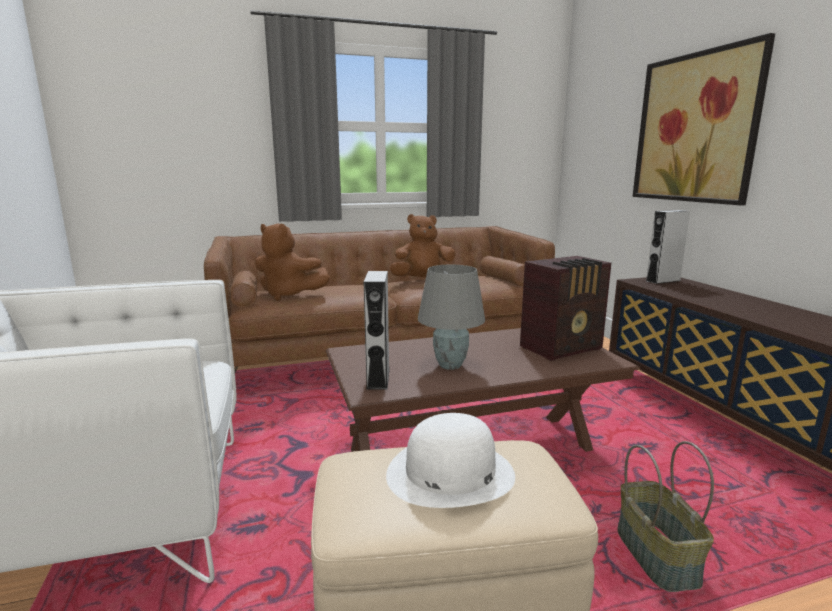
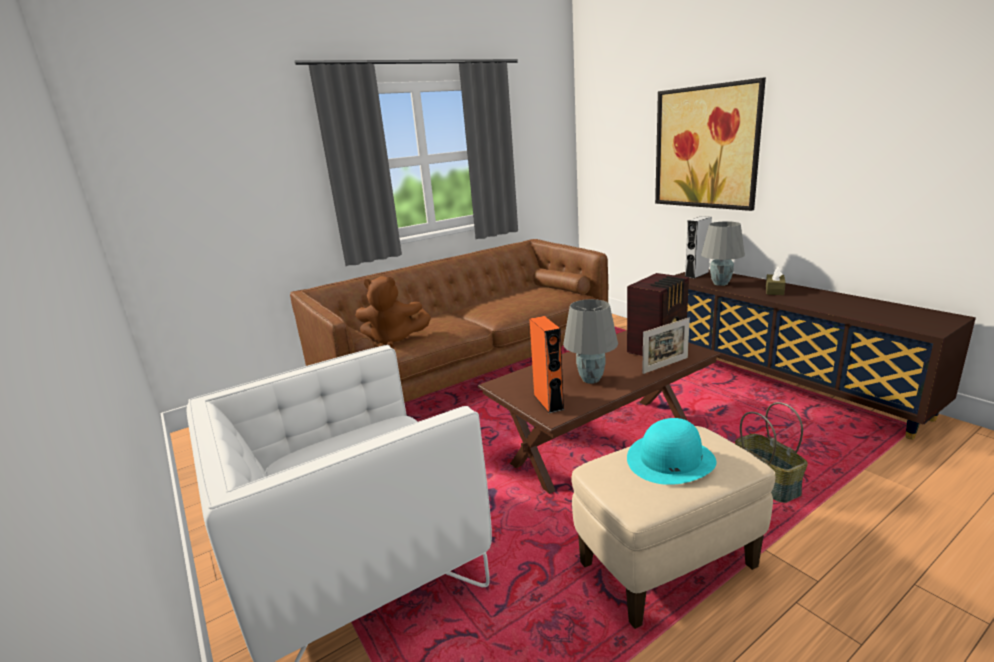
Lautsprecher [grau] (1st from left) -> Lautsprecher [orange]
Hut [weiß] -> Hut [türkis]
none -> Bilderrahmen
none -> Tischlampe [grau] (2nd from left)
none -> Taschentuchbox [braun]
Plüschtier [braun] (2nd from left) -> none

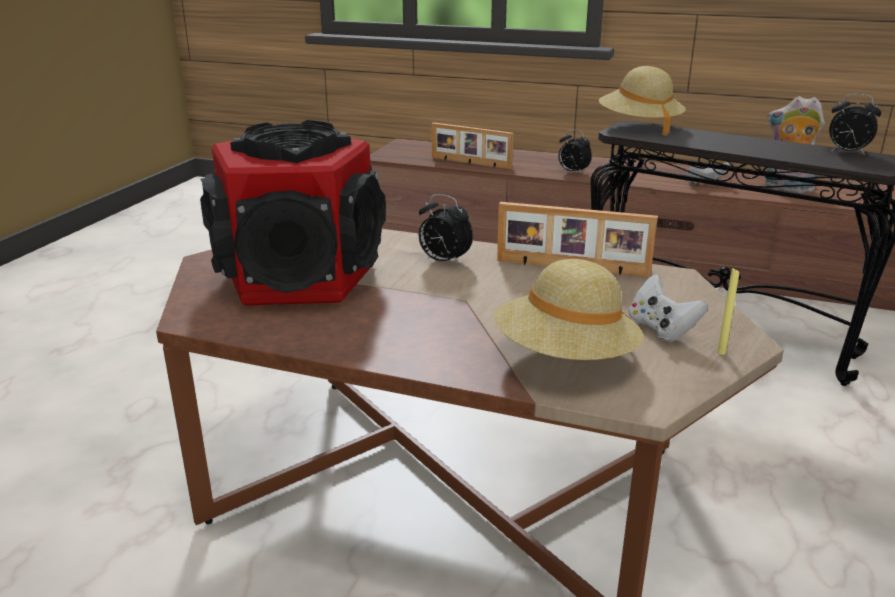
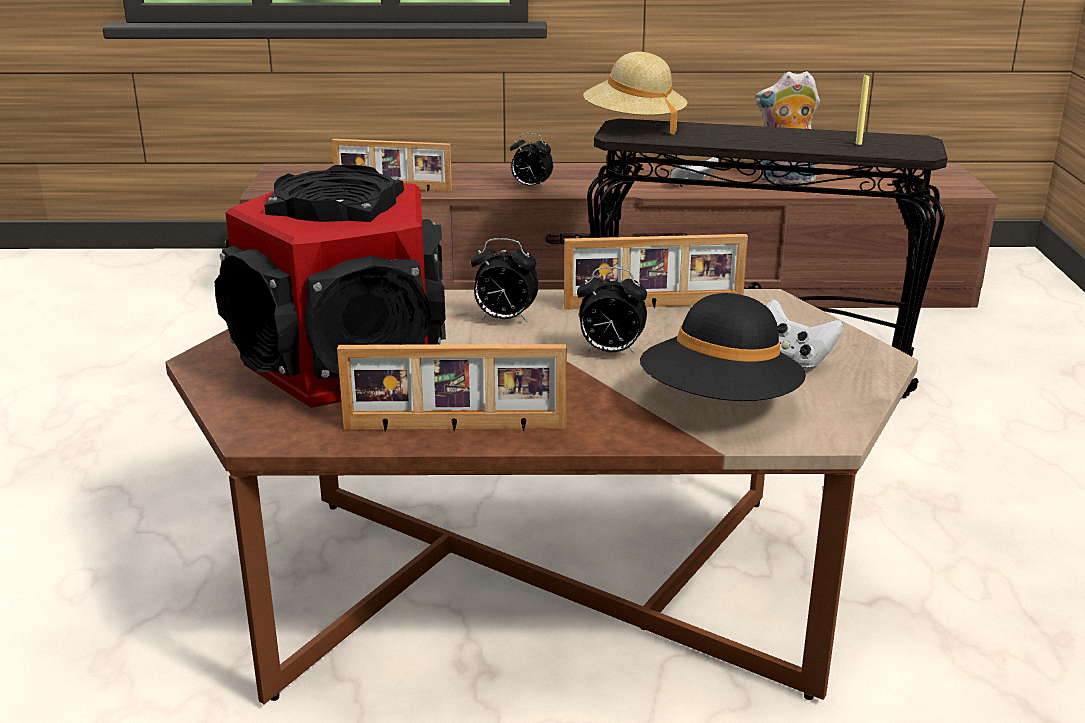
none -> Bilderrahmen (2nd from left)
Wecker (3rd from left), move
Hut [beige] (1st from left) -> Hut [schwarz]
Kerze [gelb], move

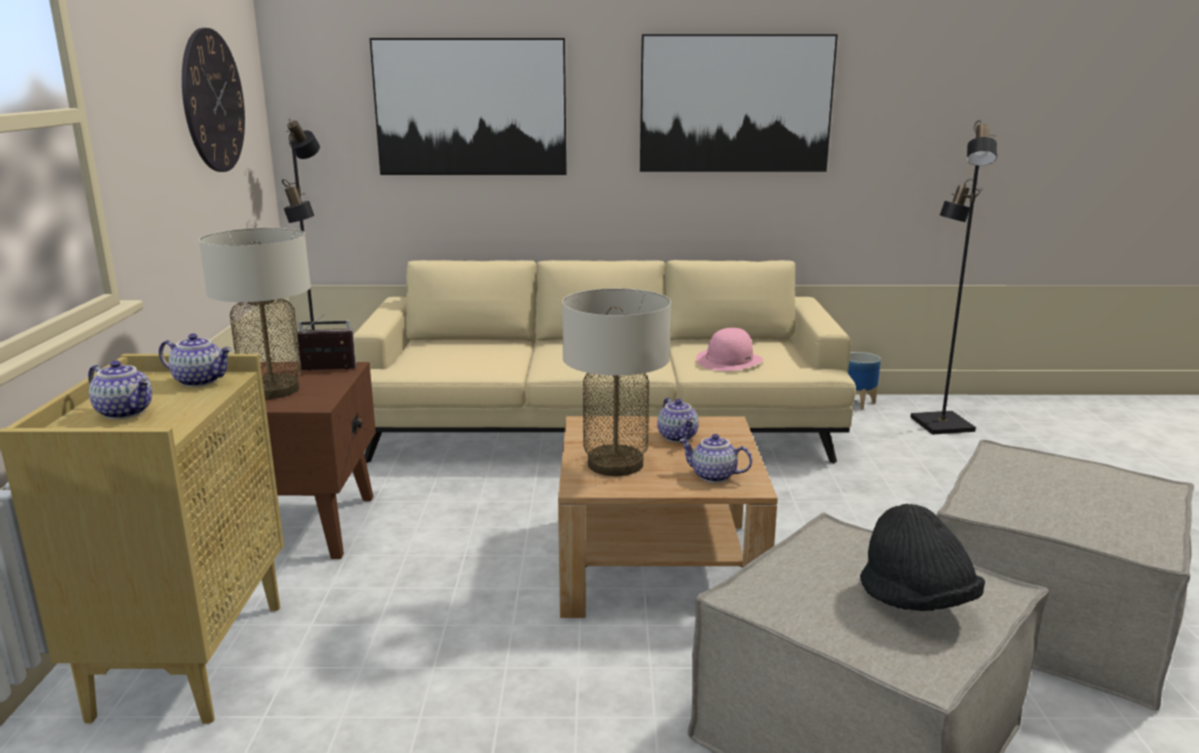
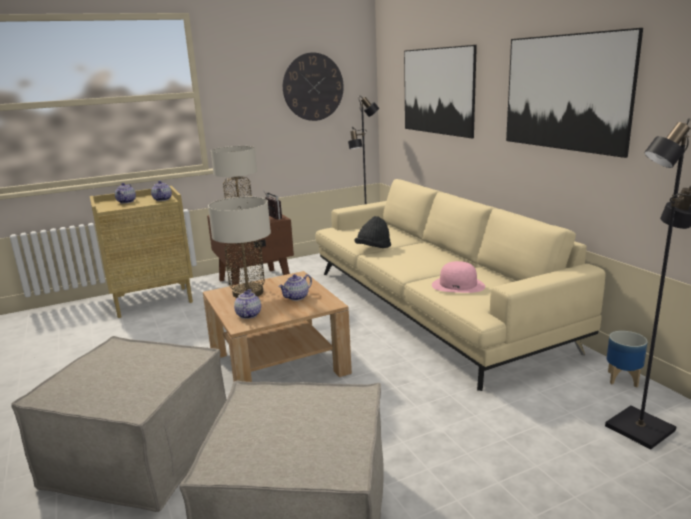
Hut [schwarz], move

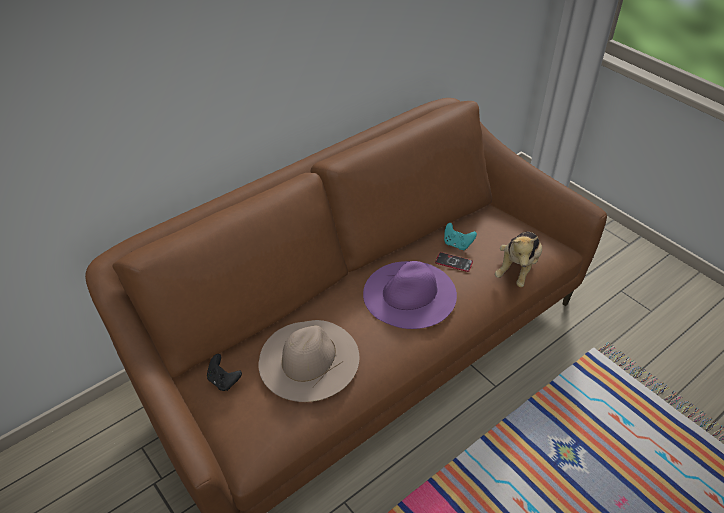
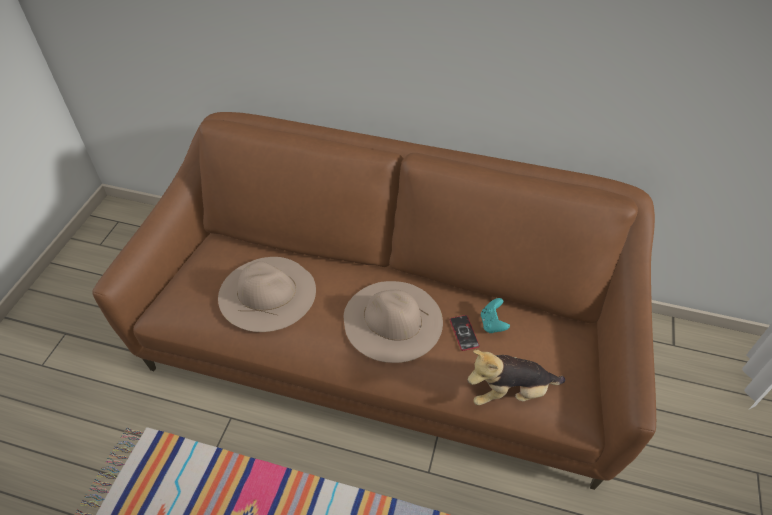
Hut [lila] -> Hut [beige] (2nd from left)
Gamepad [schwarz] -> none

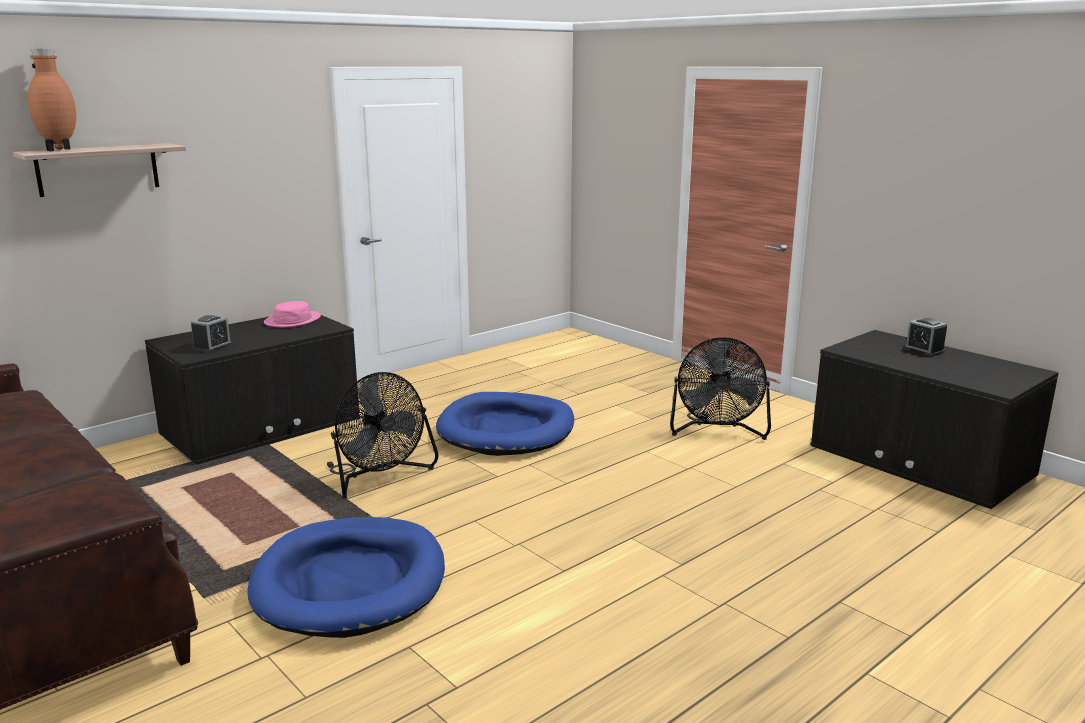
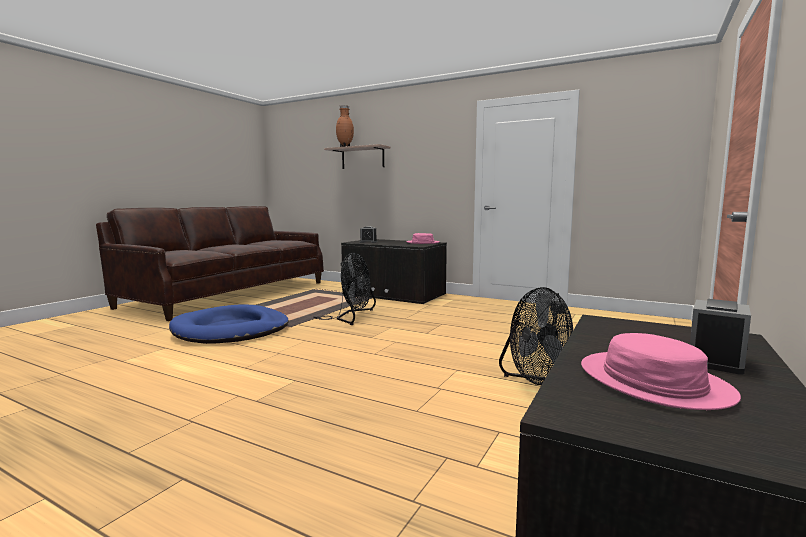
Ventilator [schwarz] (1st from left), 105 degrees counterclockwise
none -> Hut [rosa] (2nd from left)
Hundebett [blau] (2nd from left) -> none

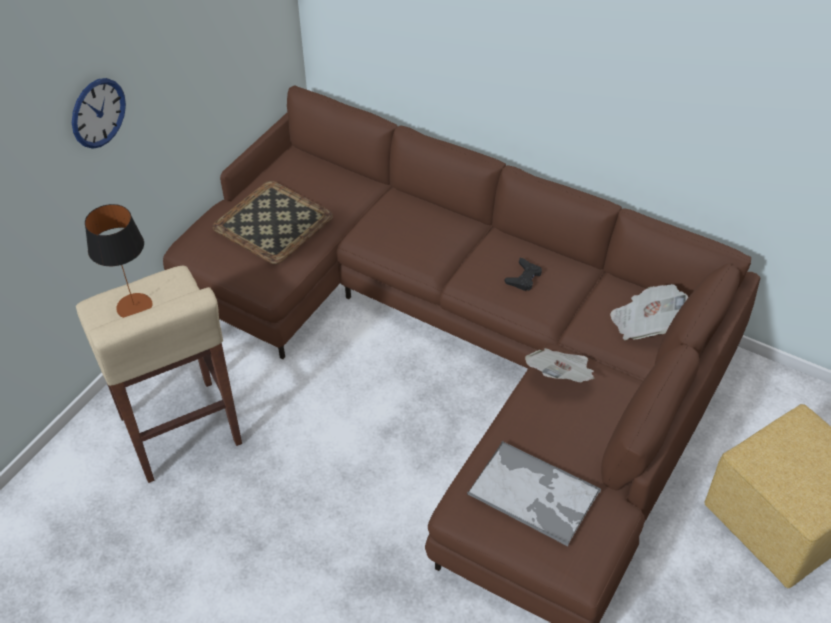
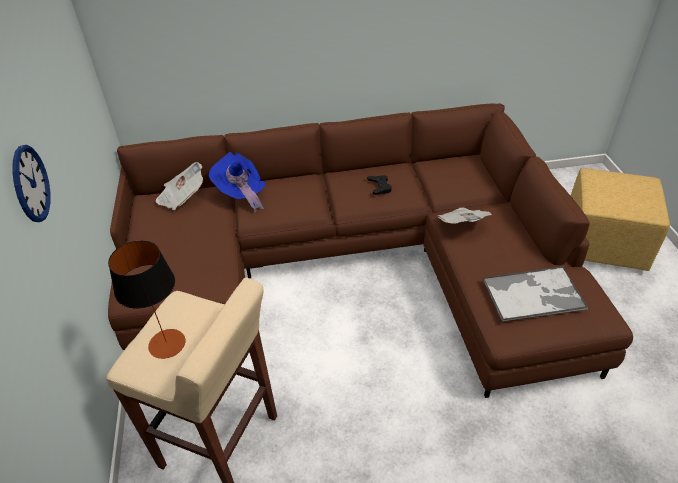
Zeitung (2nd from left in the first image) -> Zeitung (1st from left), move
none -> Hut [blau]
Tablett (1st from left) -> none

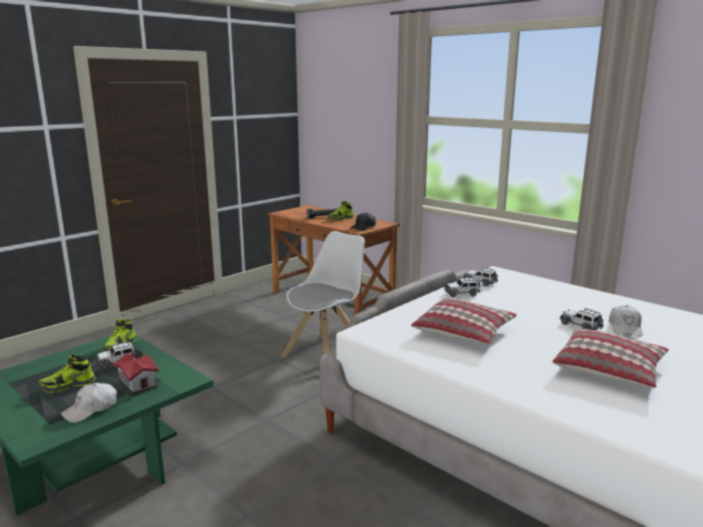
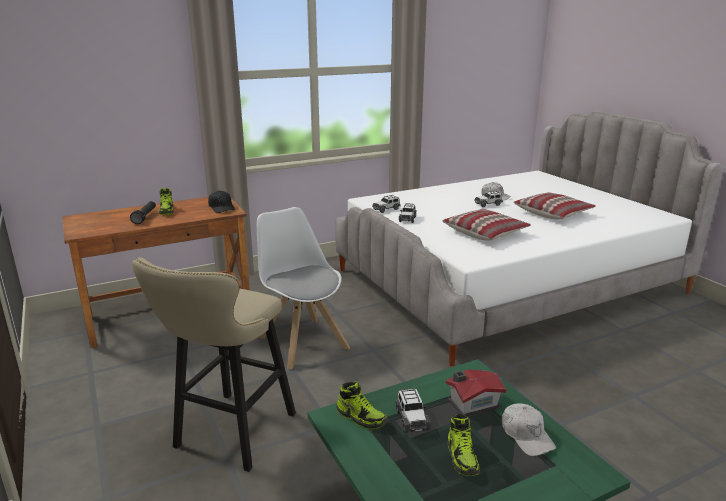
none -> Hocker [beige]

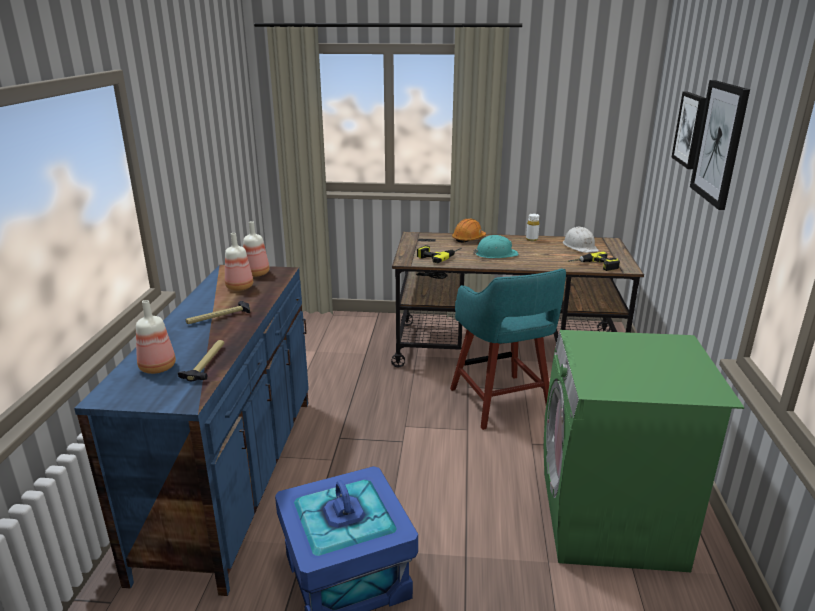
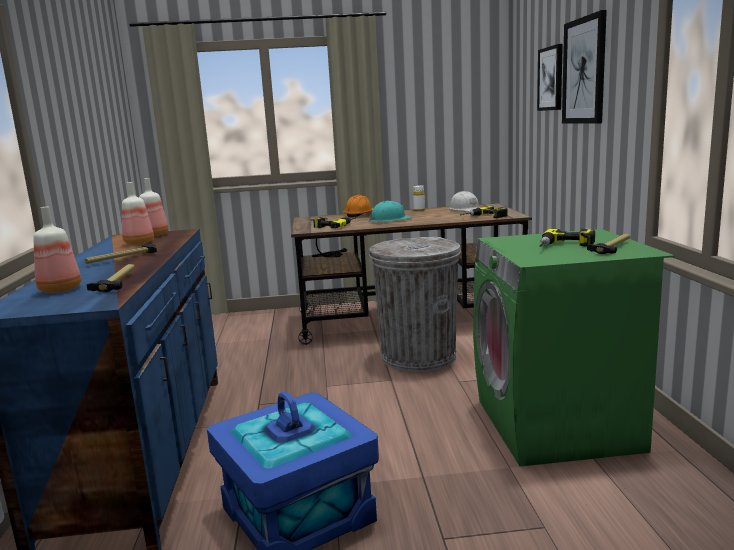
Hocker [türkis] -> Mülleimer [grau]
none -> Bohrmaschine (3rd from left)
none -> Hammer (3rd from left)

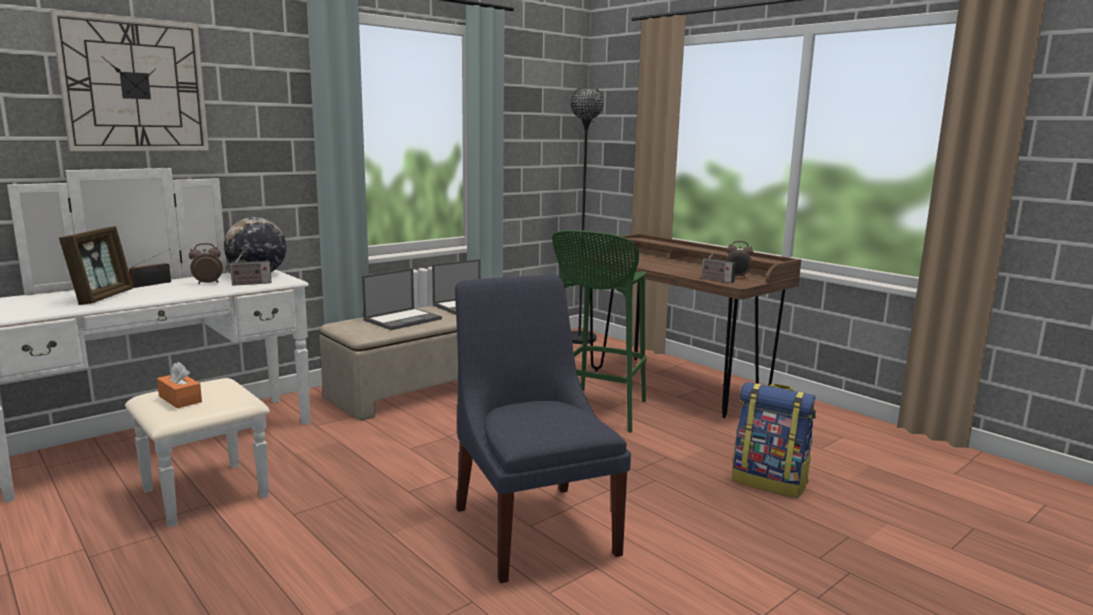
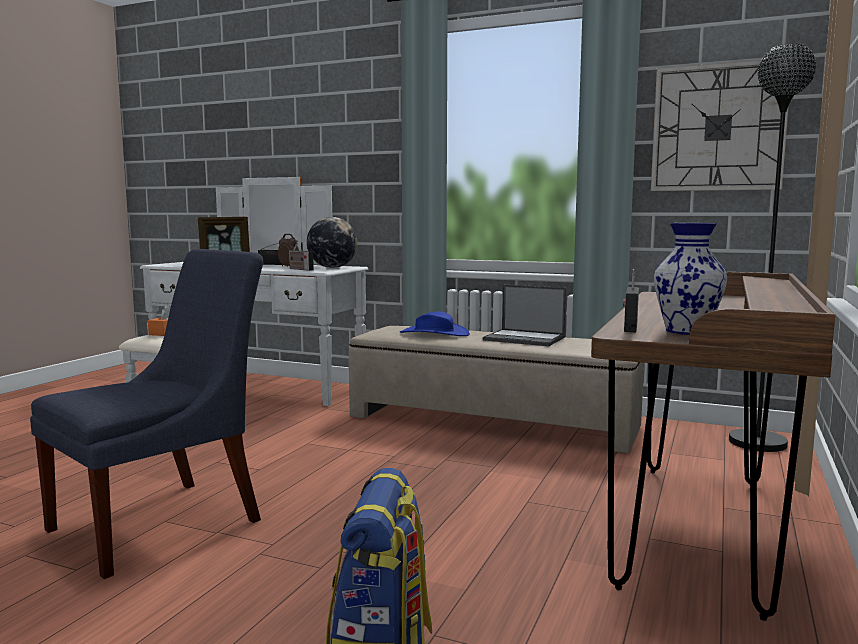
Laptop (1st from left) -> Hut [blau]
Wanduhr, move
Wecker (2nd from left) -> Vase
Hocker [grün] -> none

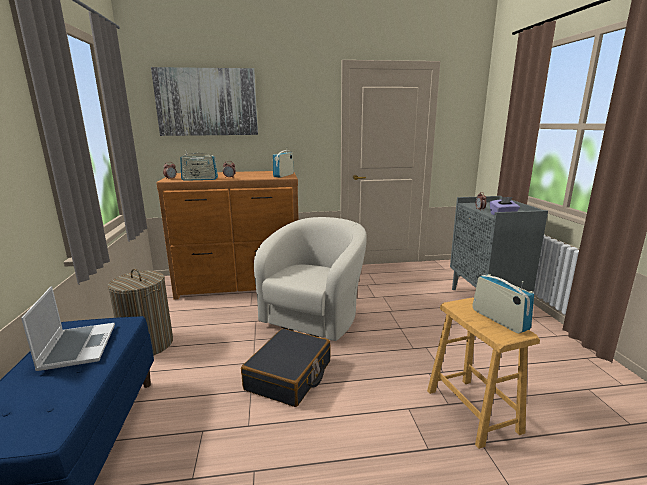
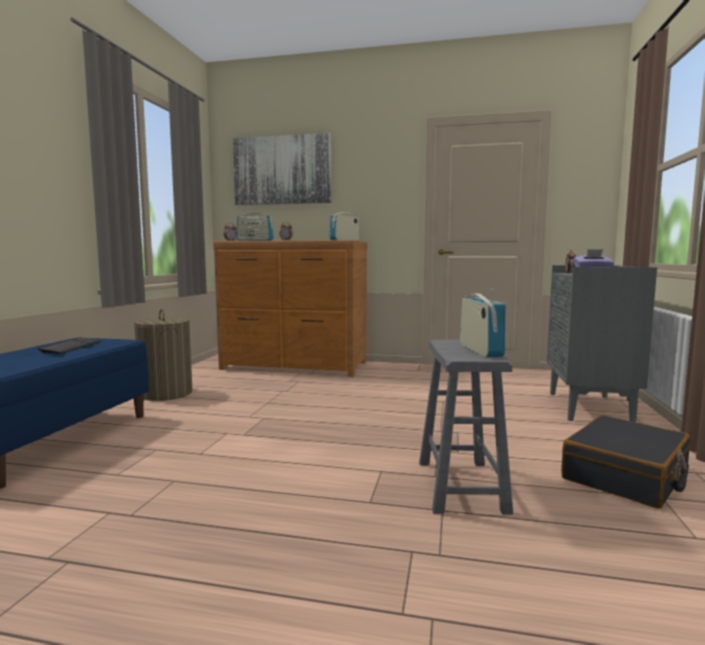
Laptop -> Tastatur
Hocker [braun] -> Hocker [grau]
Koffer [schwarz], move
Sessel [beige] -> none

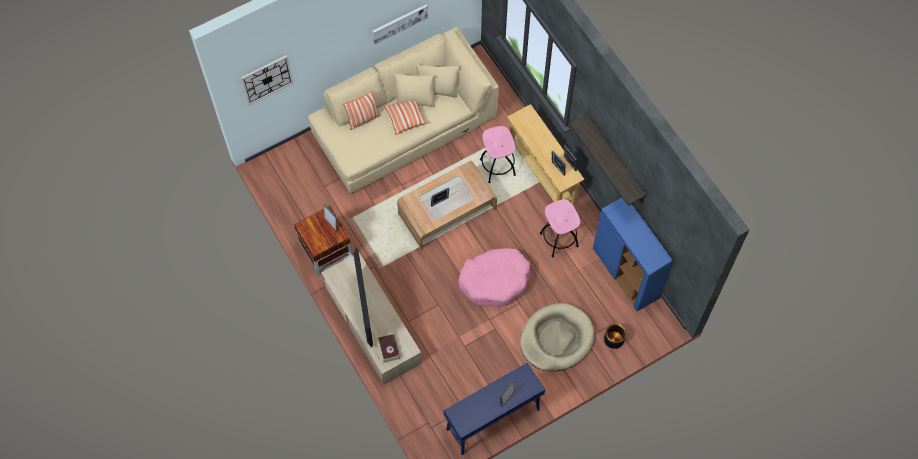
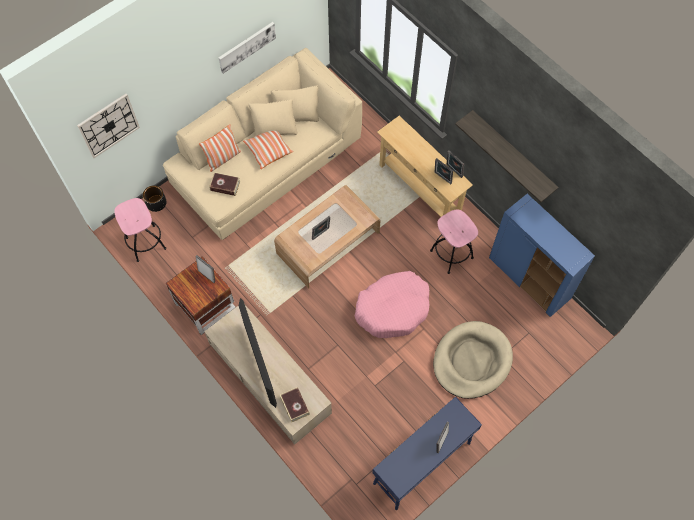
Hocker [rosa] (1st from left), move
Pflanzkübel [schwarz], move
none -> Buch (1st from left)

